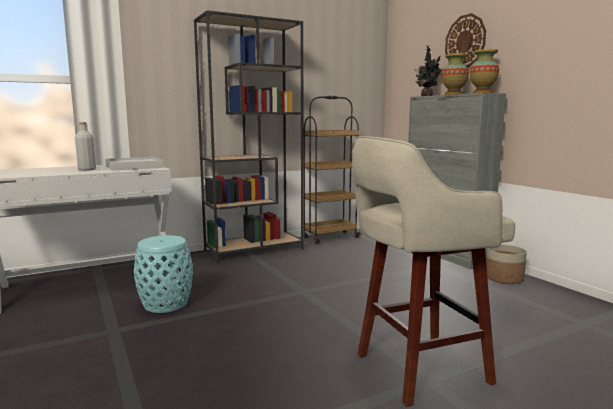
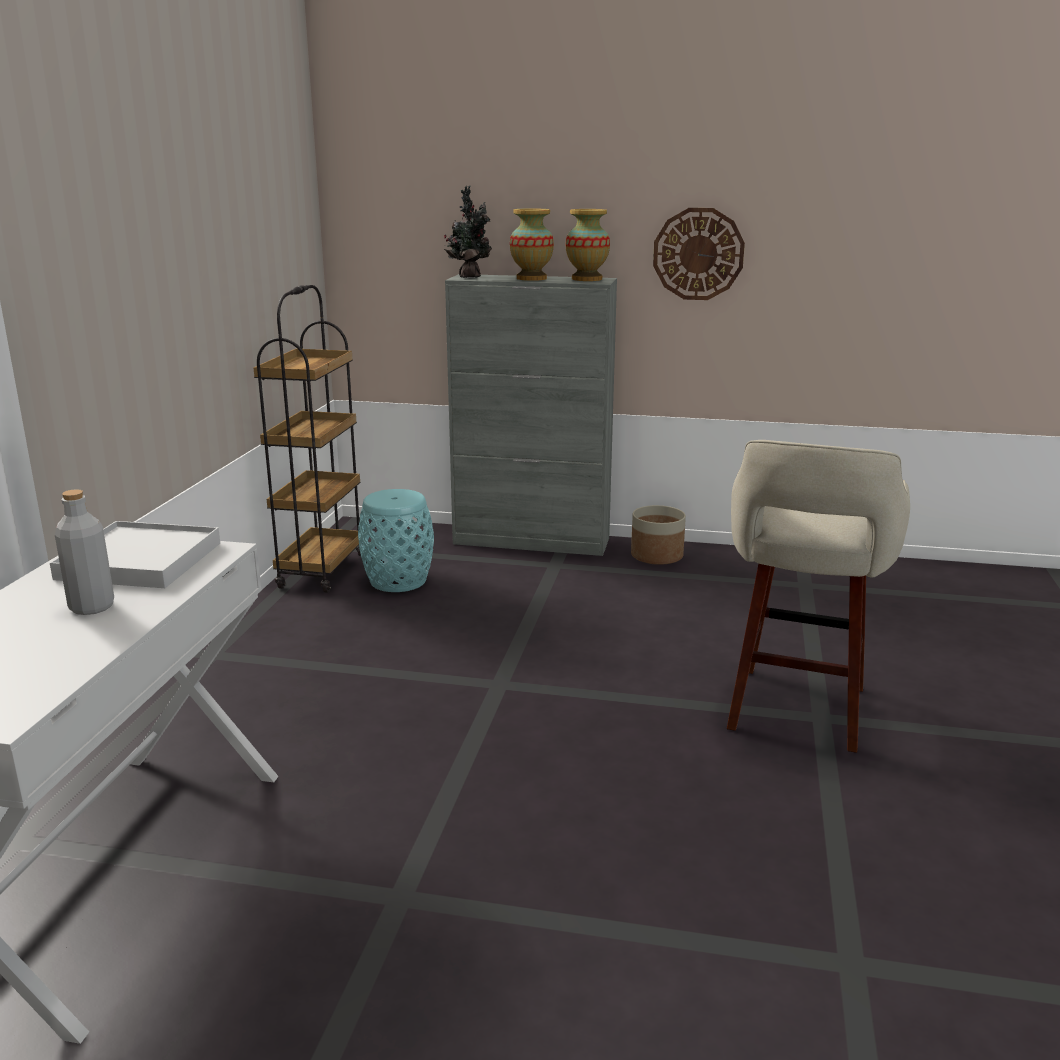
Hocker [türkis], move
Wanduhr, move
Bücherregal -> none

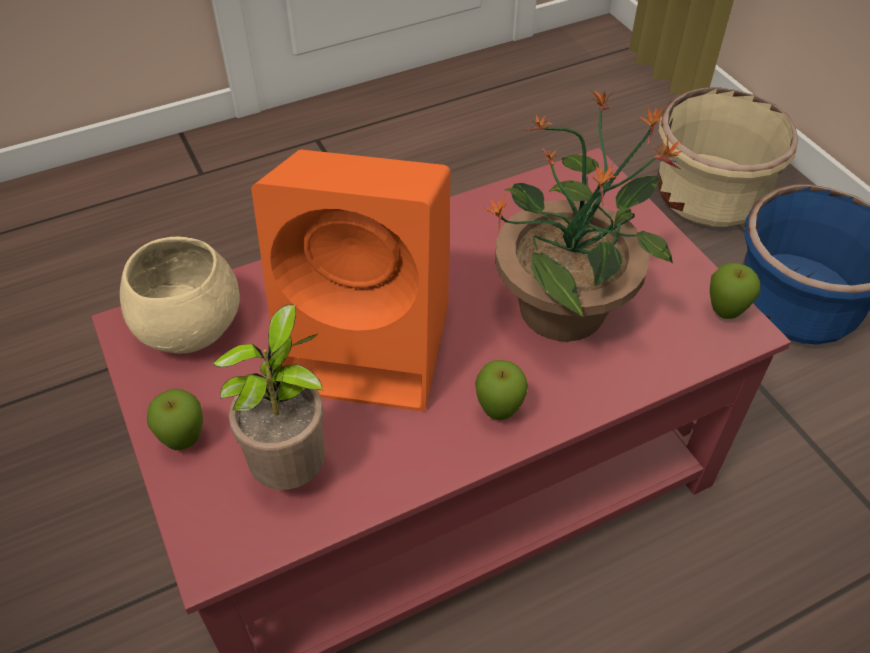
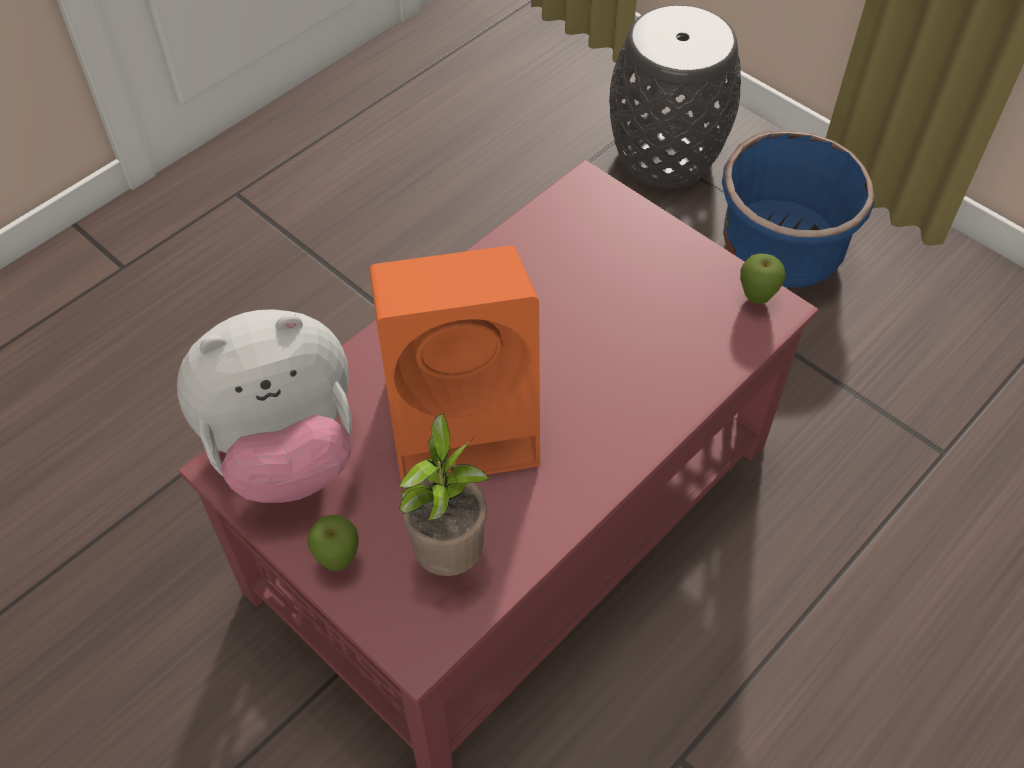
Schüssel [beige] -> Plüschtier
Pflanzkübel [beige] -> Hocker [grau]
Apfel (2nd from left) -> none
Topfpflanze (2nd from left) -> none

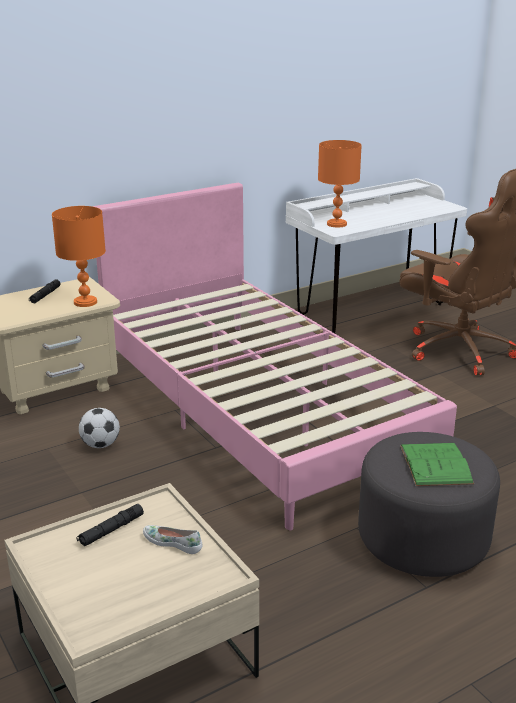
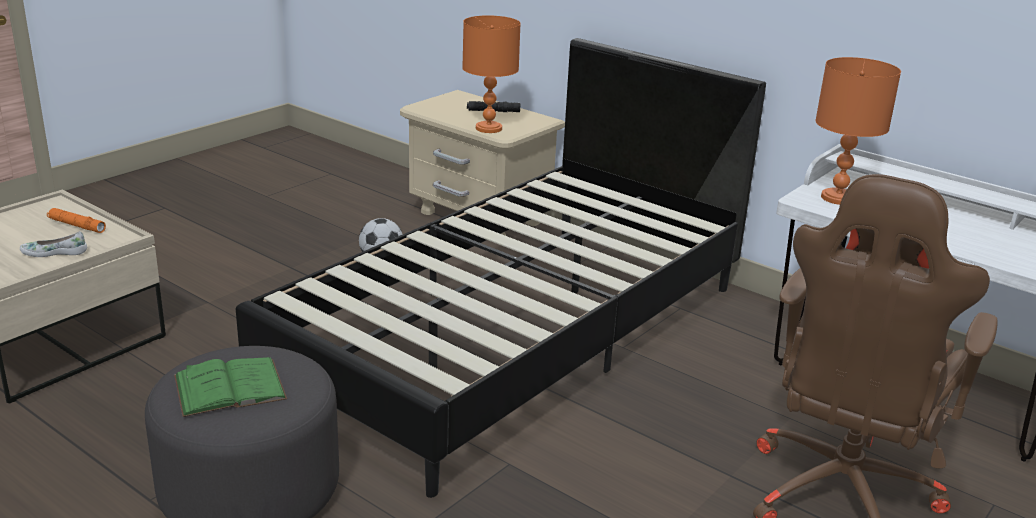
Schuh [weiß], 105 degrees counterclockwise
Taschenlampe [schwarz] (2nd from left) -> Taschenlampe [orange]
Bett [rosa] -> Bett [schwarz]

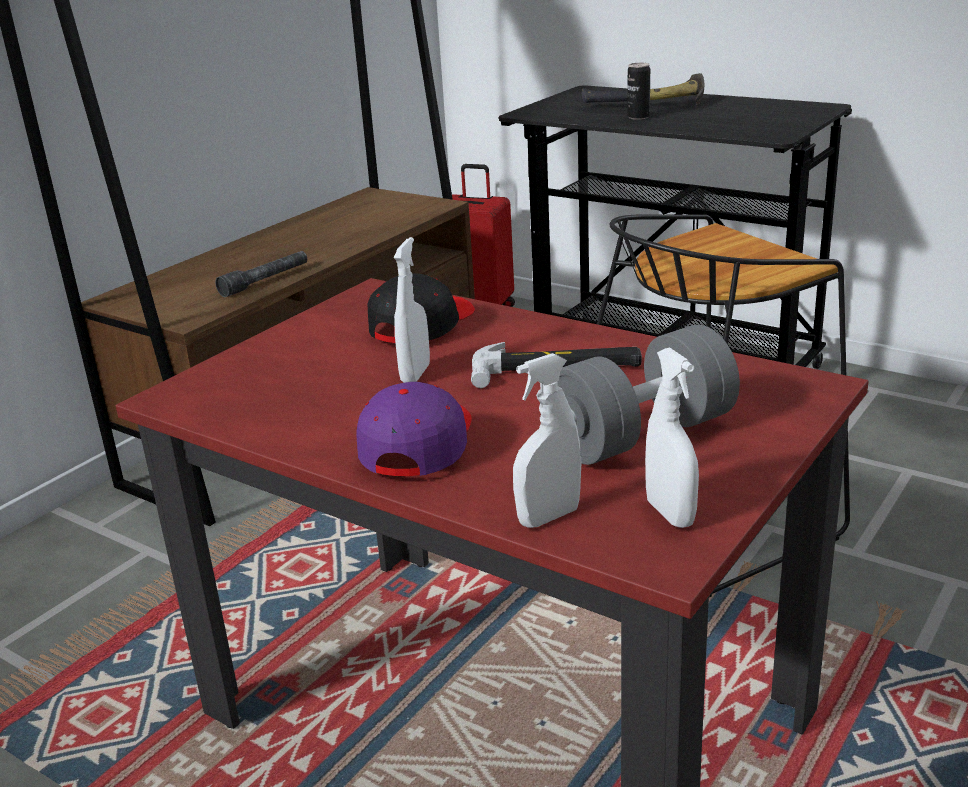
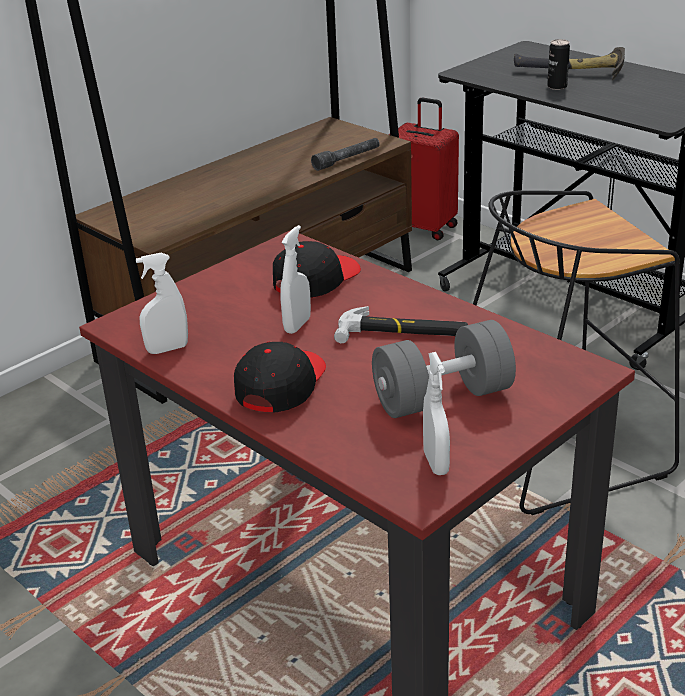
Sprühflasche [weiß] (2nd from left in the first image) -> Sprühflasche [weiß] (1st from left), move
Kappe [lila] -> Kappe [schwarz] (1st from left)
Taschenlampe [grau], move

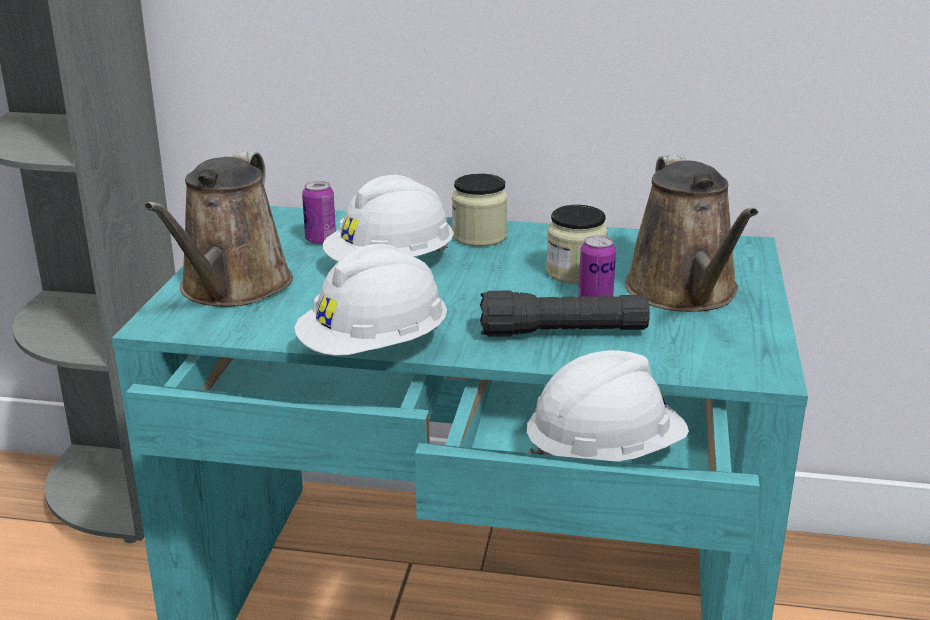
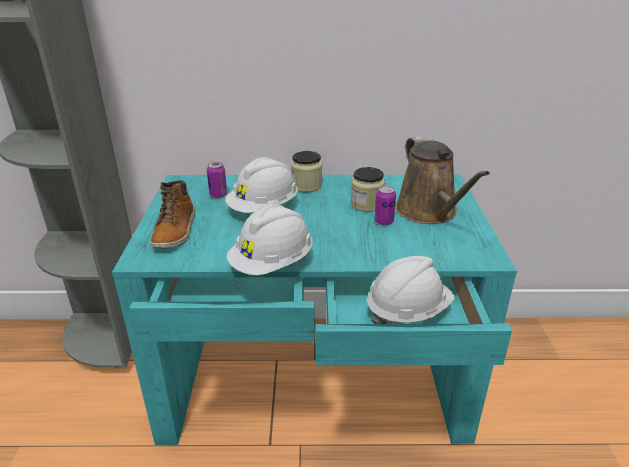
Gießkanne [braun] (1st from left) -> Stiefel
Taschenlampe [schwarz] -> none

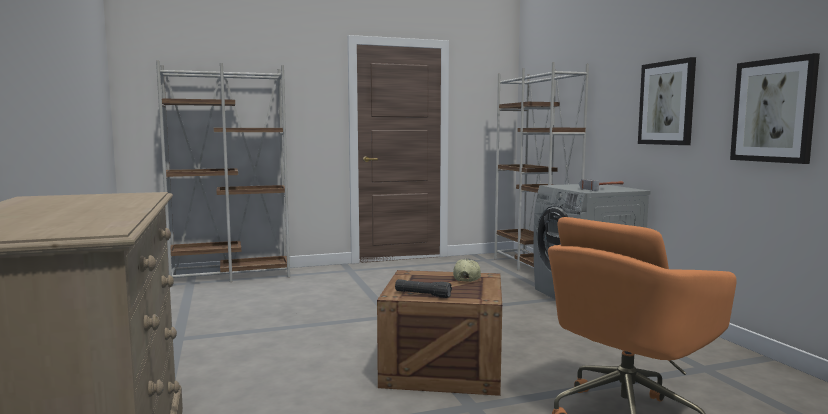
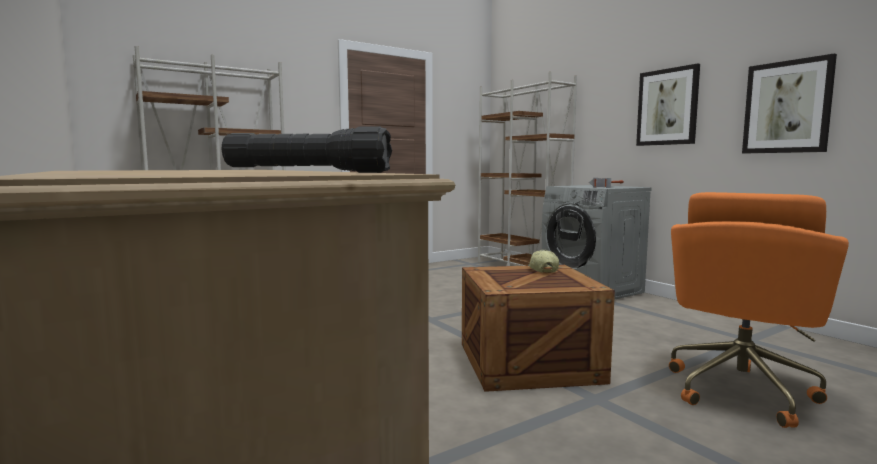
Taschenlampe [schwarz], move

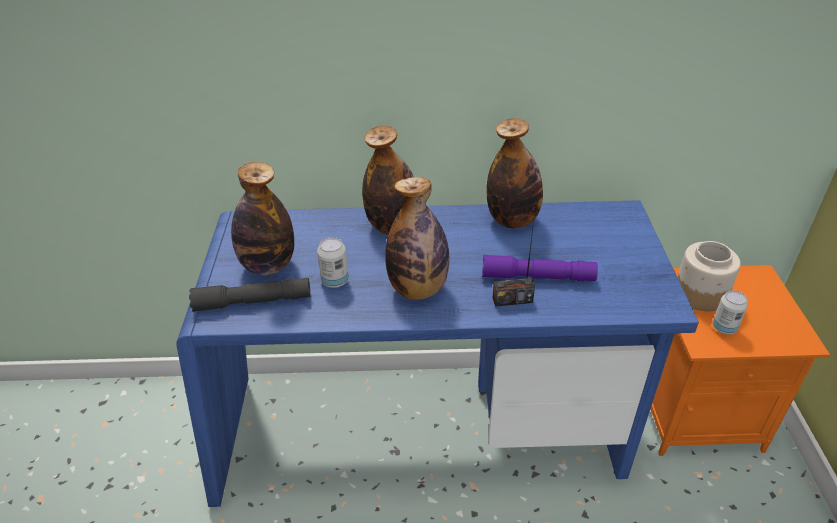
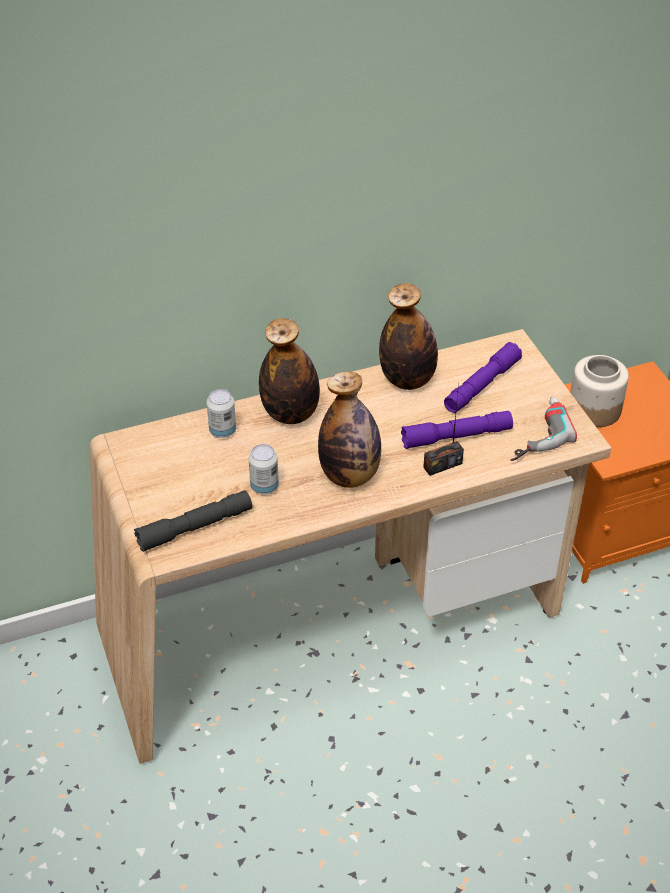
Schreibtisch [blau] -> Schreibtisch [beige]
Dose (2nd from left in the first image) -> Dose (1st from left), move
none -> Taschenlampe [lila] (2nd from left)
none -> Bohrmaschine
Flasche (1st from left) -> none

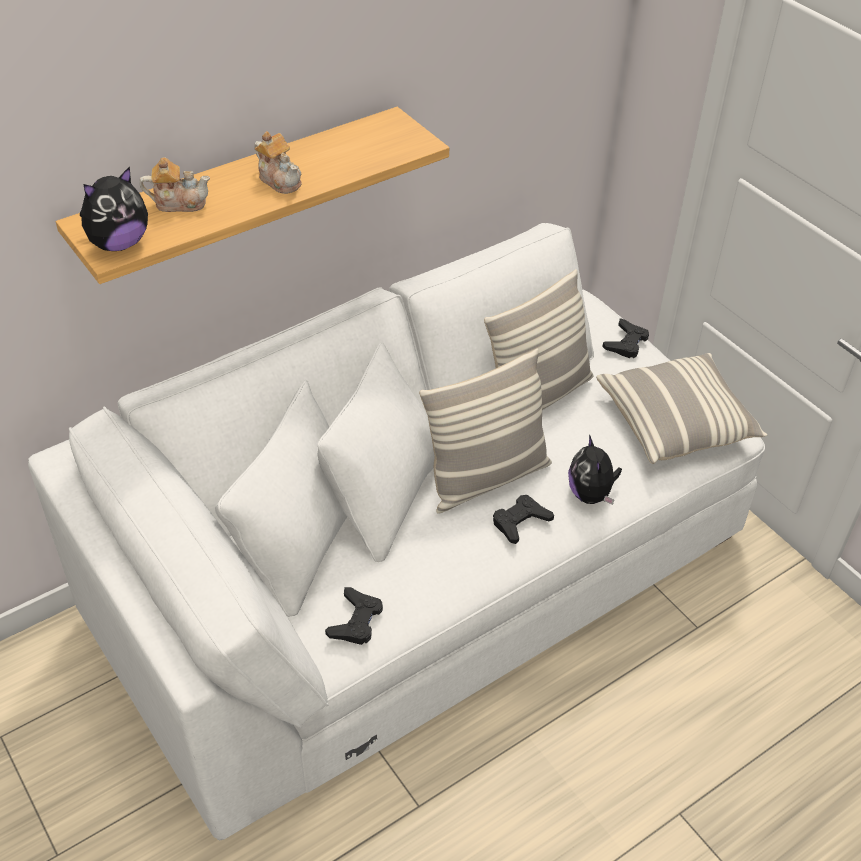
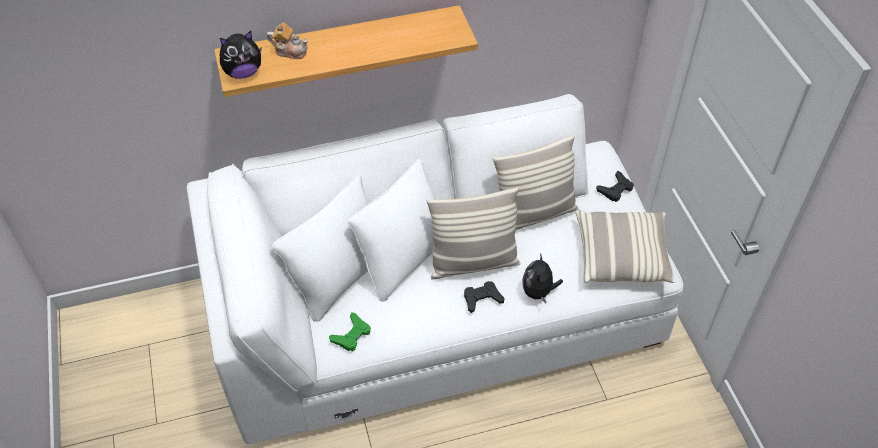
Gamepad [schwarz] (1st from left) -> Gamepad [grün]
Teekanne (2nd from left) -> none

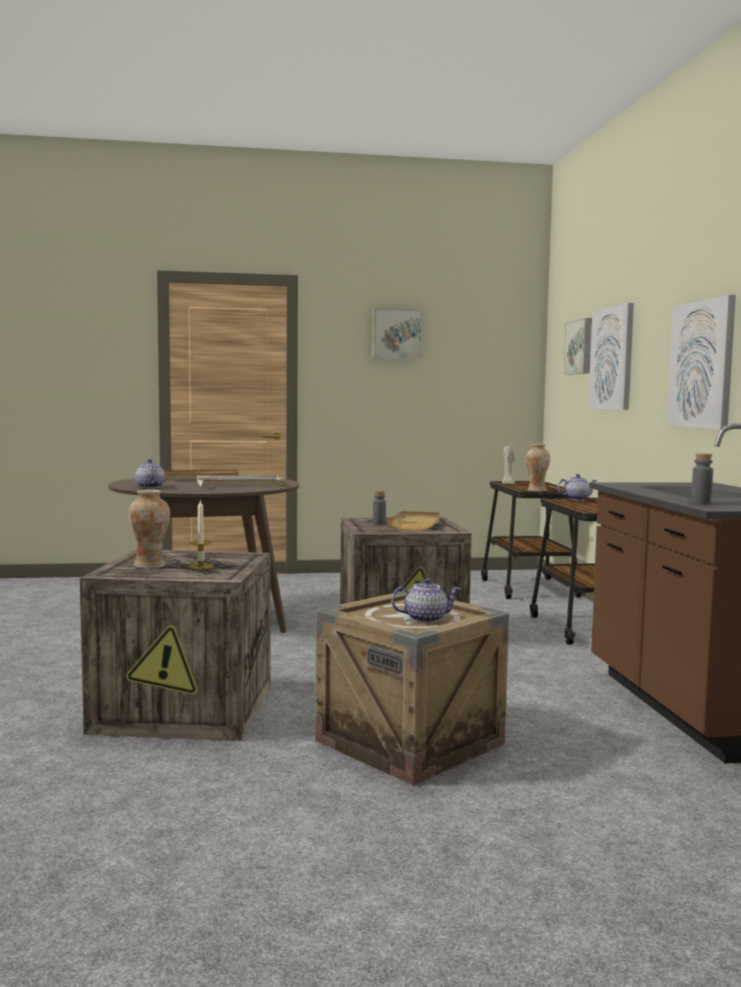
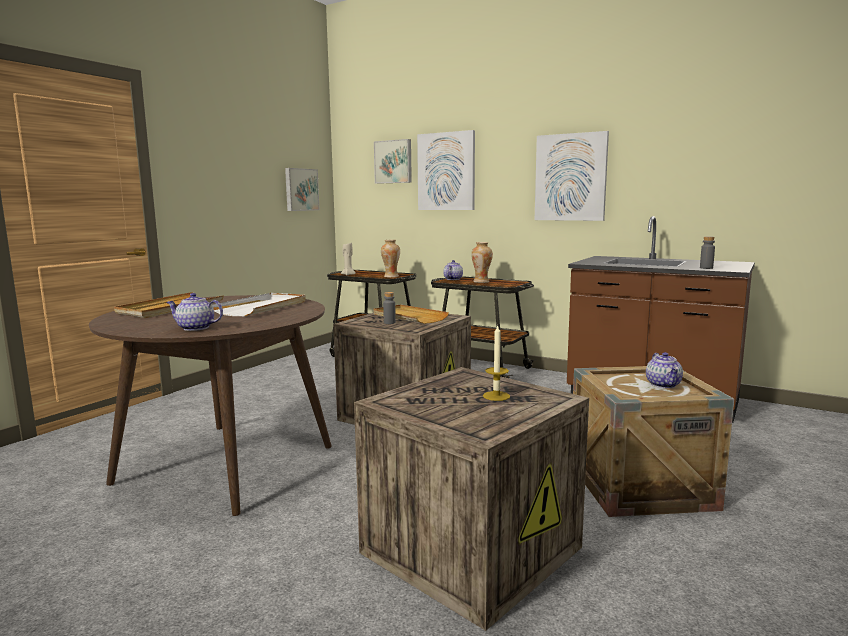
Bild (1st from left), move
Vase (1st from left in the first image) -> Vase (2nd from left), move
Teekanne (2nd from left in the first image) -> Teekanne (3rd from left), 150 degrees clockwise

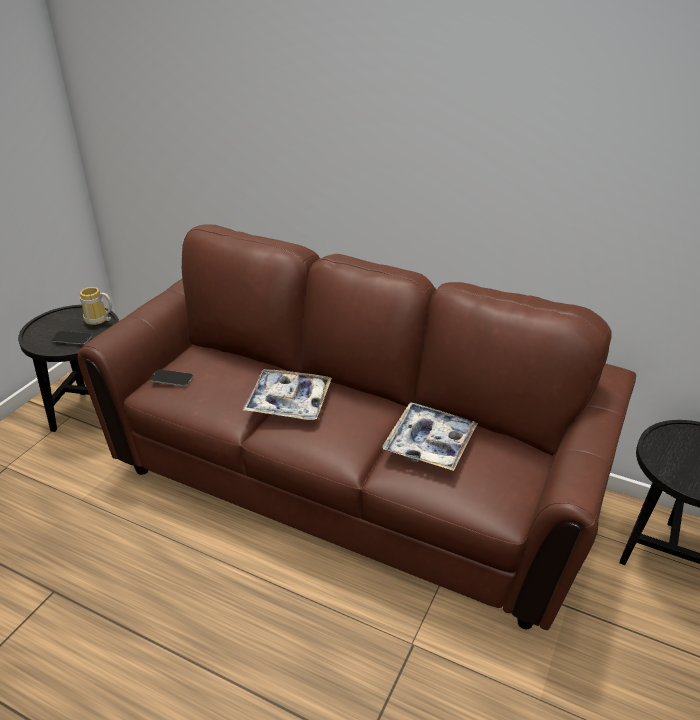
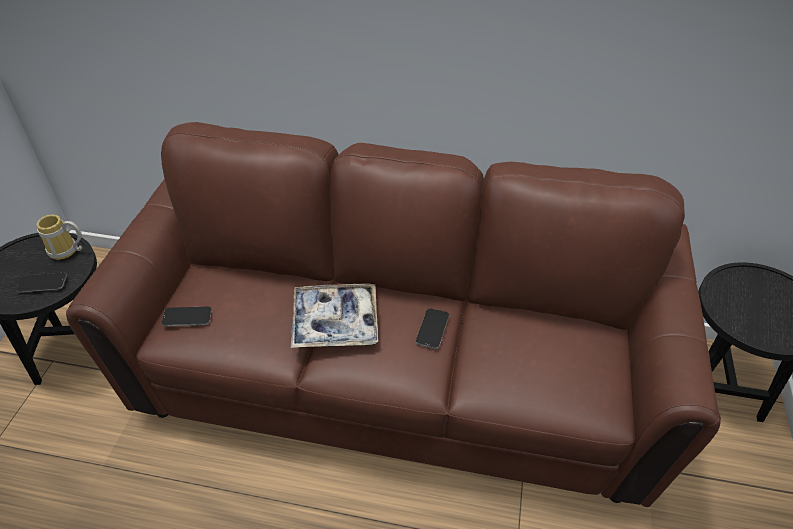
none -> Handy (3rd from left)
Tablett (2nd from left) -> none

